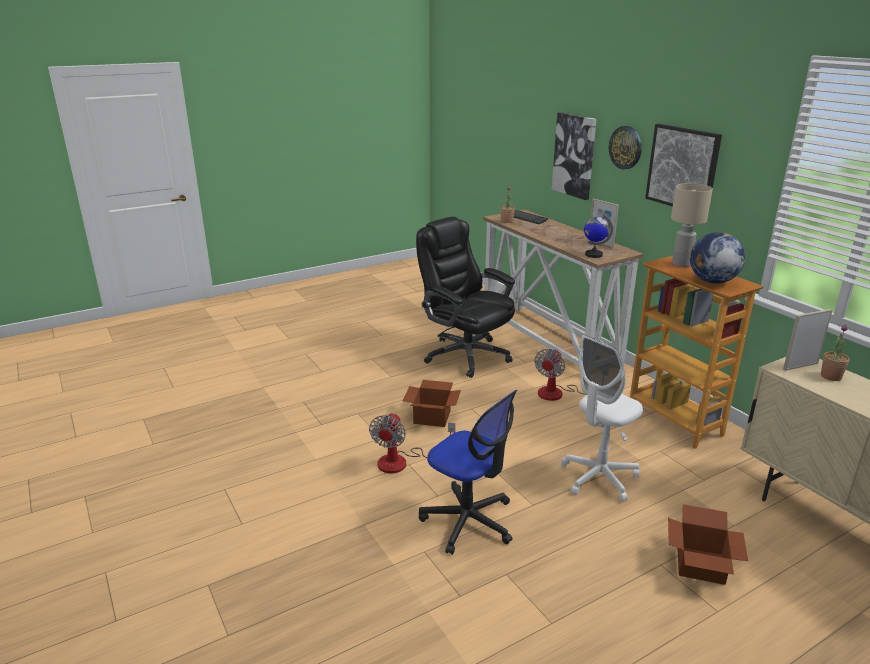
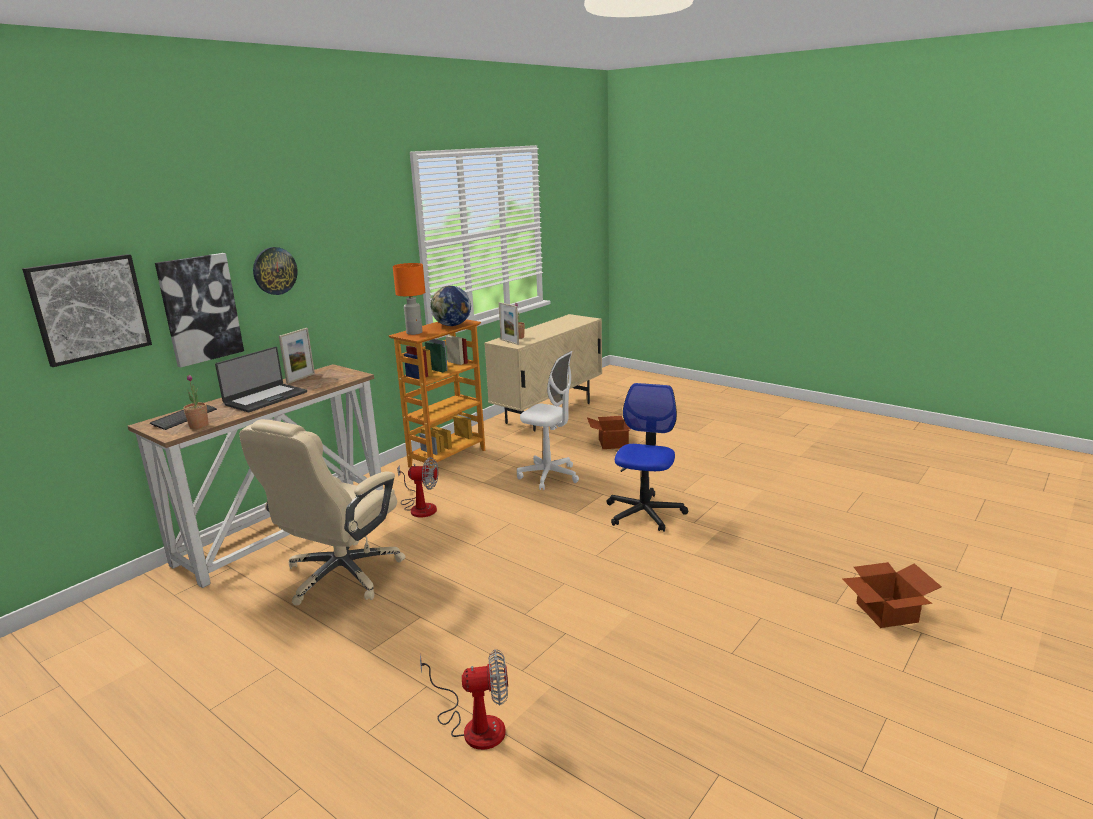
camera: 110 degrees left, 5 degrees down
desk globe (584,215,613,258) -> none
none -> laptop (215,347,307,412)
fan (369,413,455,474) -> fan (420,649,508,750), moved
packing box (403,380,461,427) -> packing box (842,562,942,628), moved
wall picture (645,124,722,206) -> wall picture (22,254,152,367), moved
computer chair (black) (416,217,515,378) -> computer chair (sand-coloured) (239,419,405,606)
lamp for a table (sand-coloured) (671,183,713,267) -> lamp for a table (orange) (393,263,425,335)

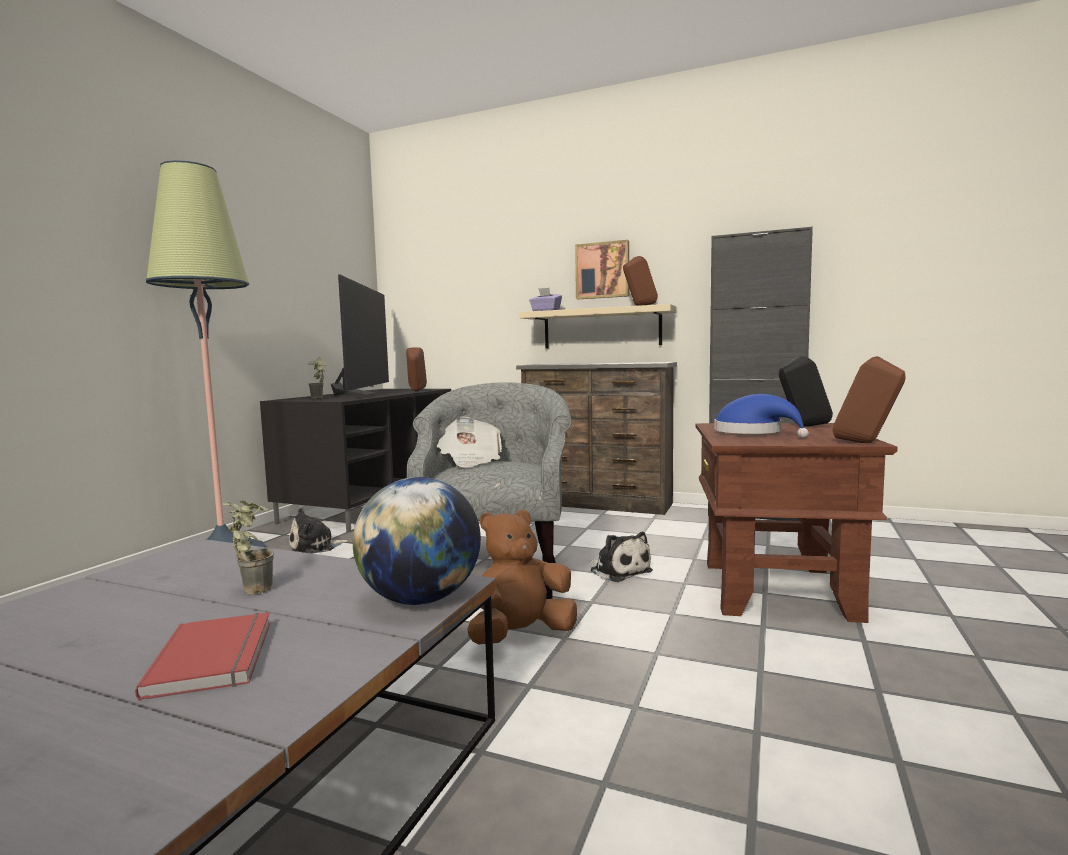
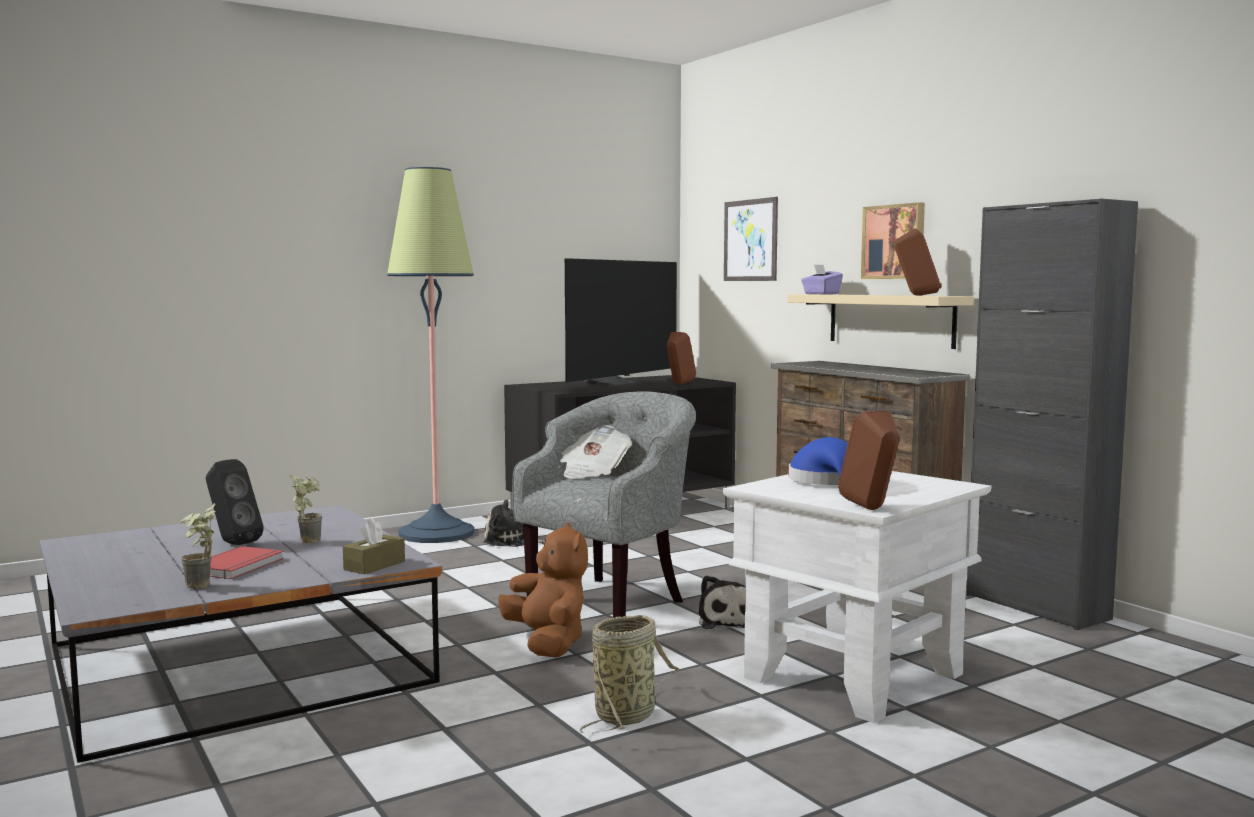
camera: 35 degrees right, 0 degrees up
none -> household basket (580,615,680,733)
none -> wall picture (724,197,778,281)
houseplant (308,357,326,399) -> houseplant (181,503,216,589), moved
audio speaker (black) (779,356,833,427) -> audio speaker (black) (206,459,264,545), moved
desk globe (353,477,481,605) -> box of tissues (brown-coloured) (343,518,405,574)
side table (brown-coloured) (695,423,898,623) -> side table (white-coloured) (723,471,991,724)
cuddly toy (brown-coloured) (468,510,577,644) -> cuddly toy (brown-coloured) (498,522,588,658), 60 degrees clockwise

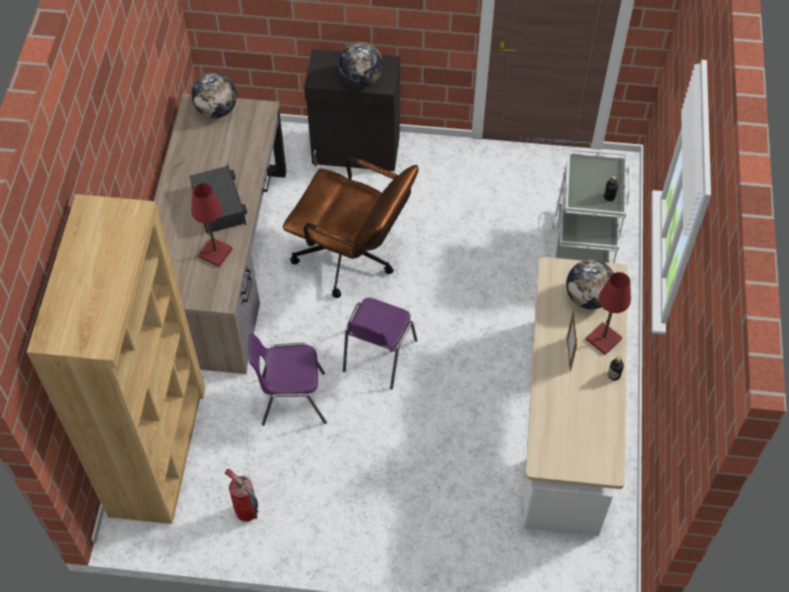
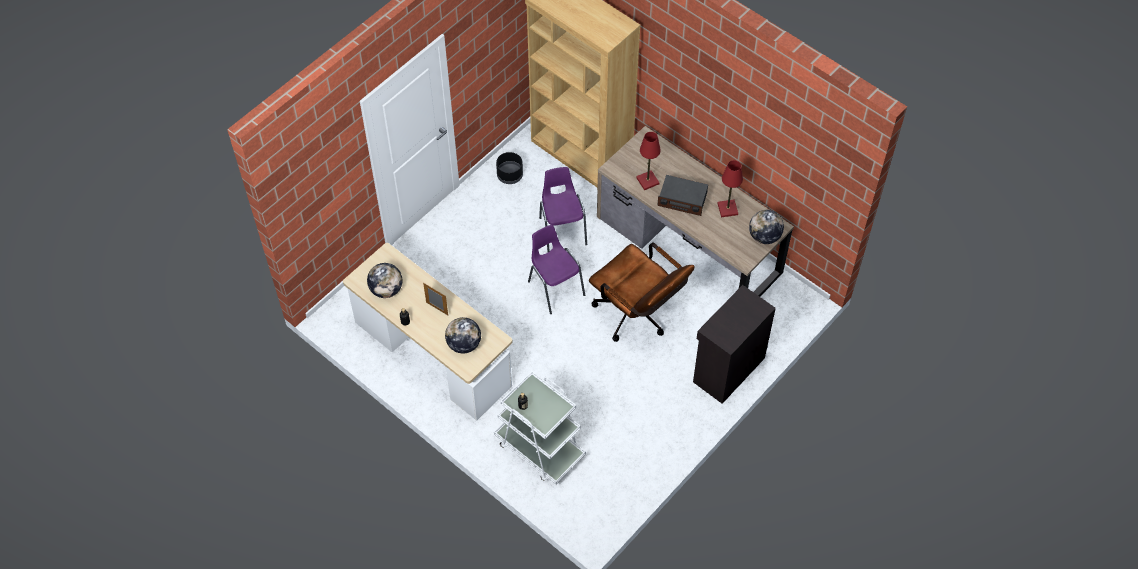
camera: 125 degrees right, 0 degrees up
desk globe (338,42,383,88) -> desk globe (367,263,403,298), moved
lamp for a table (red-coloured) (586,272,631,355) -> lamp for a table (red-coloured) (718,160,743,217), moved
fire-fighting cylinder (224,469,258,522) -> planter (black) (496,152,523,184)
chair (purple-coloured) (248,333,327,426) -> chair (purple-coloured) (539,167,587,252), 45 degrees counterclockwise
computer chair (brown-coloured) (283,156,418,298) -> computer chair (brown-coloured) (589,242,695,342), 105 degrees counterclockwise

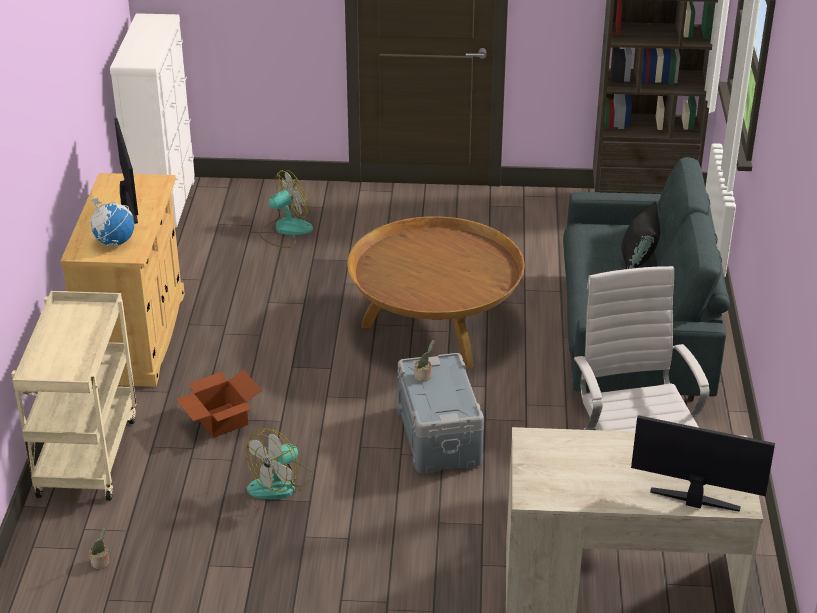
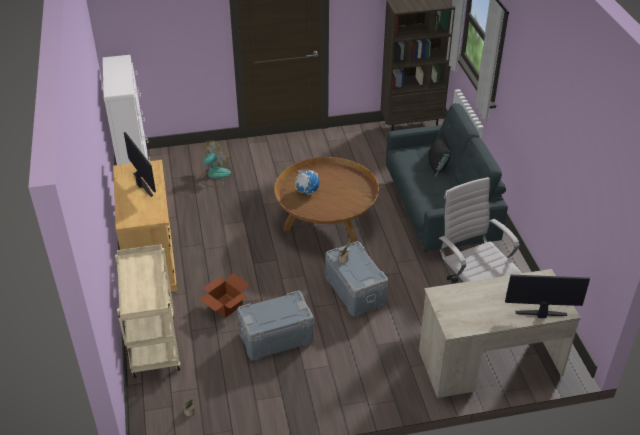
camera: 15 degrees left, 5 degrees up
desk globe (89,198,134,247) -> desk globe (295,170,320,195), moved
fan (246,428,312,499) -> storage container (grey) (237,291,314,360)

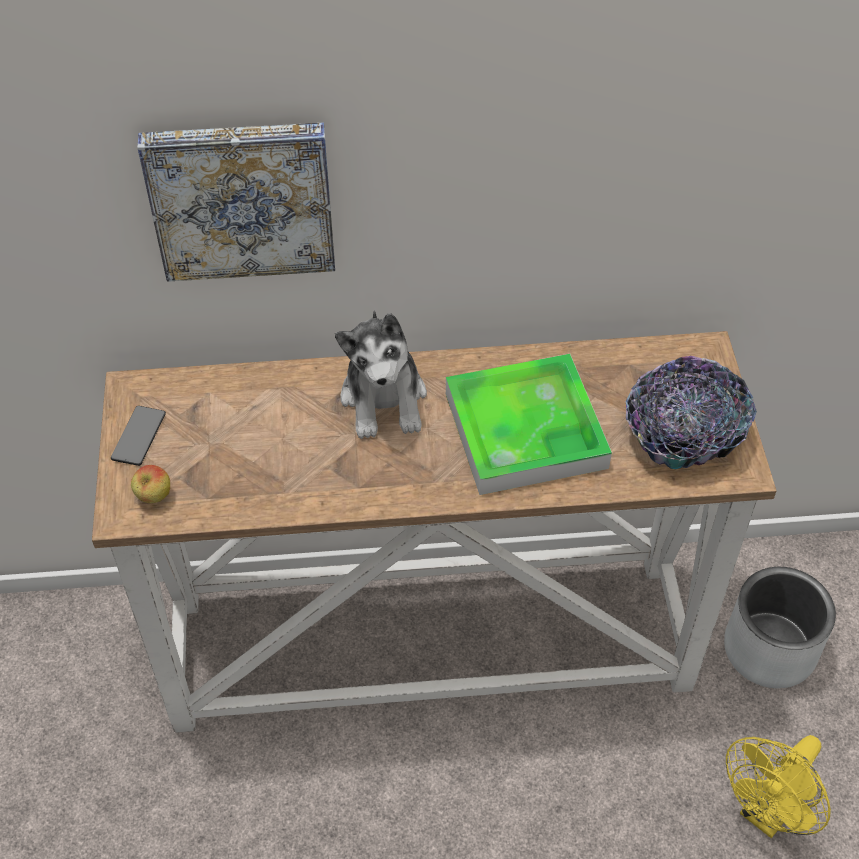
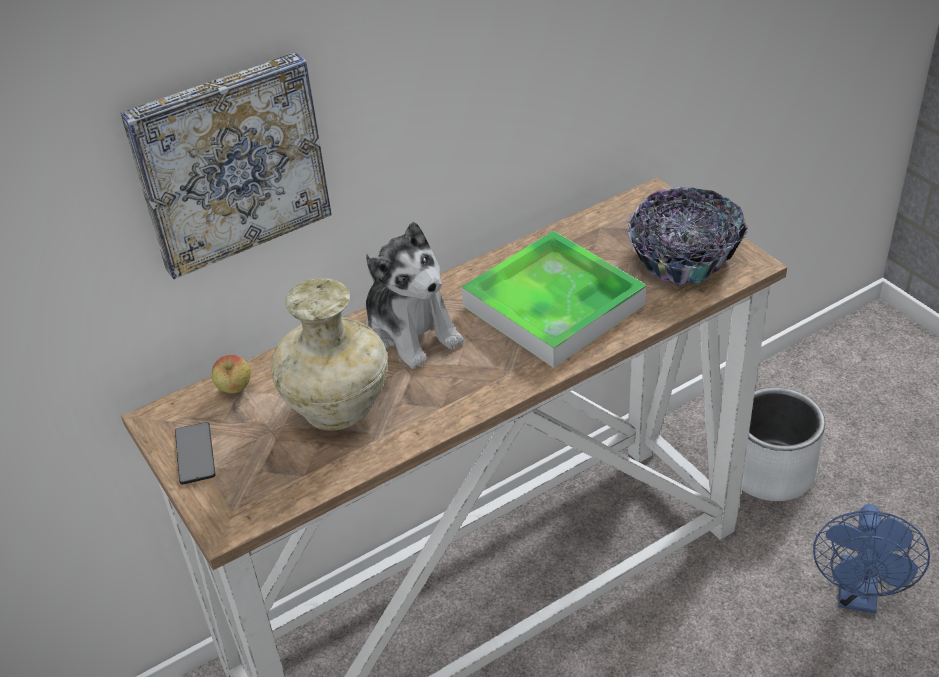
camera: 25 degrees left, 10 degrees down
none -> decorative vase (sand-coloured) (271,278,388,431)
apple (131,465,170,503) -> apple (212,355,250,393), moved
fan (yellow-coloured) (726,735,831,838) -> fan (blue) (813,504,930,614)

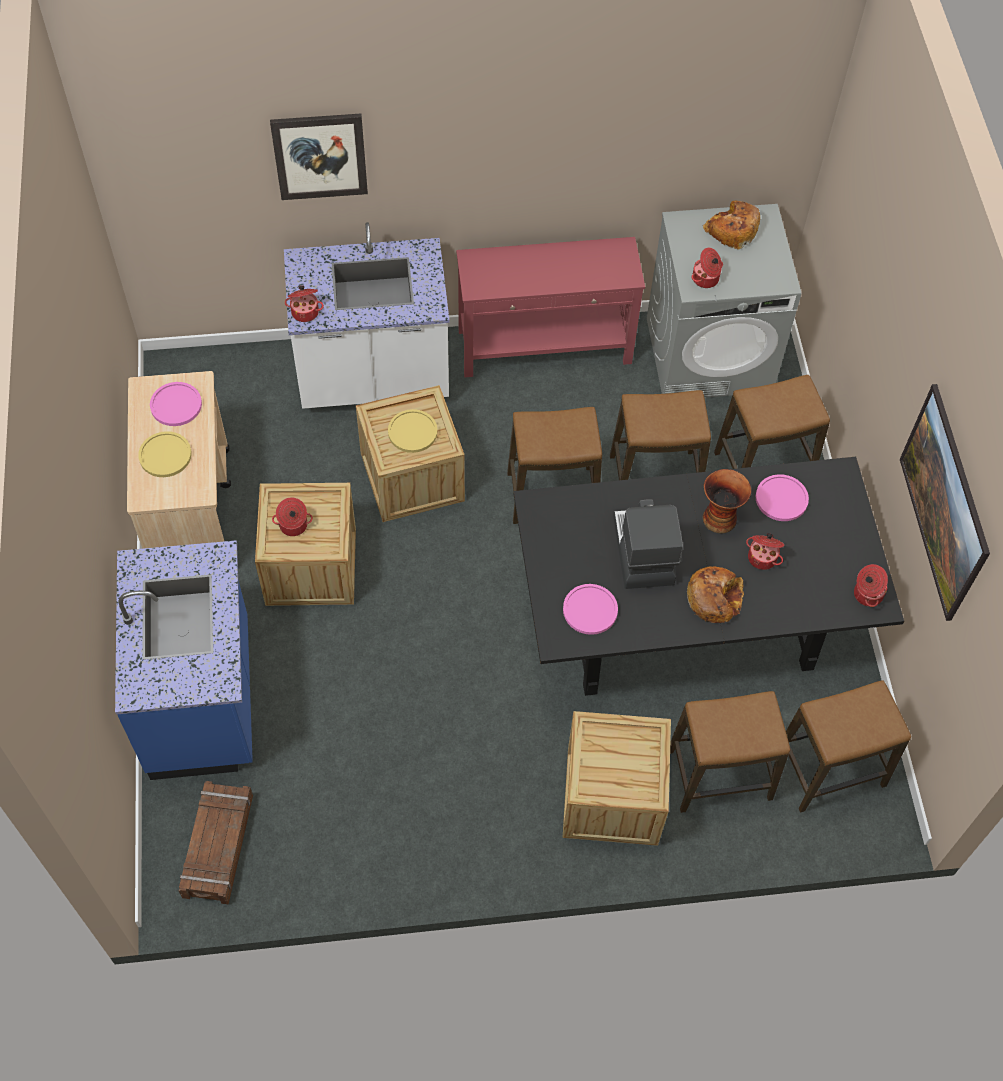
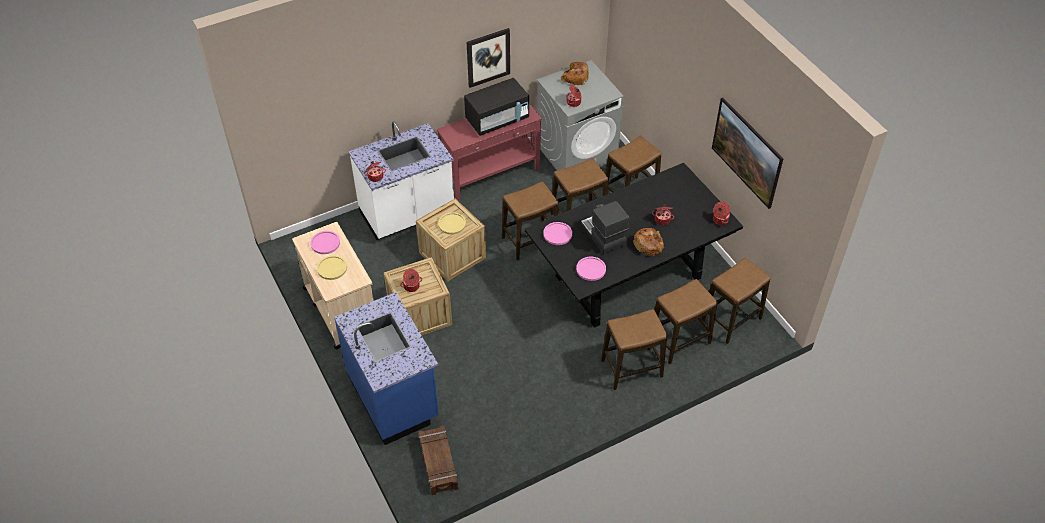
camera: 20 degrees left, 10 degrees down
decorative vase (703,469,751,534) -> none
none -> microwave oven (black) (464,78,529,136)
wall picture (270,114,368,200) -> wall picture (467,28,510,88), moved
dinner plate (pink) (756,474,809,521) -> dinner plate (pink) (543,222,572,245), moved
shipping crate (562,711,671,846) -> sitting stool (601,309,667,390)

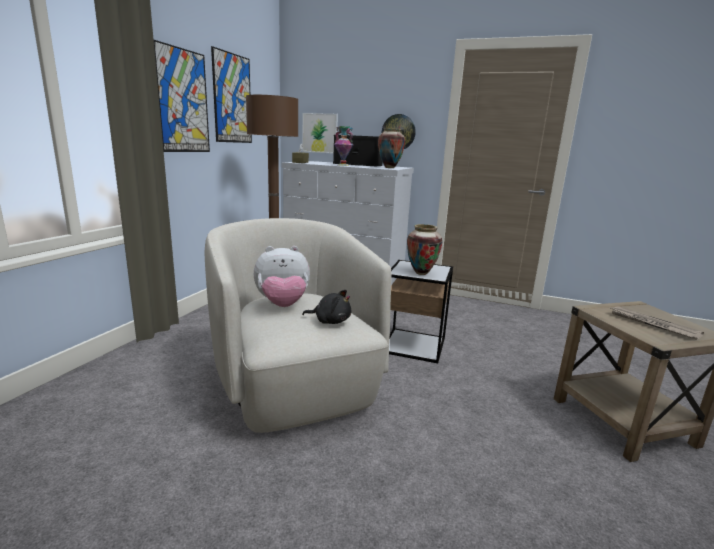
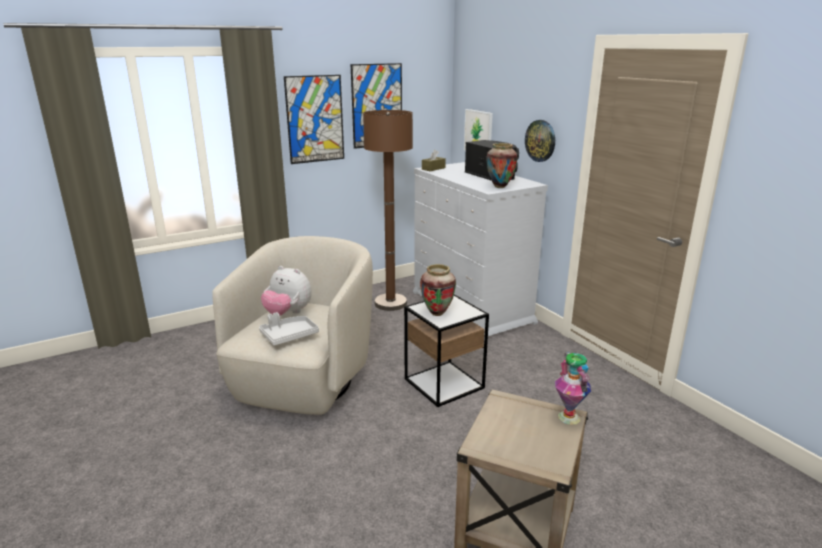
camera: 40 degrees right, 5 degrees up
printed paper (609,306,704,340) -> none
decorative vase (334,126,353,166) -> decorative vase (555,353,591,425), moved
cuddly toy (black) (302,290,351,324) -> carrying tray (grey) (259,312,319,346)

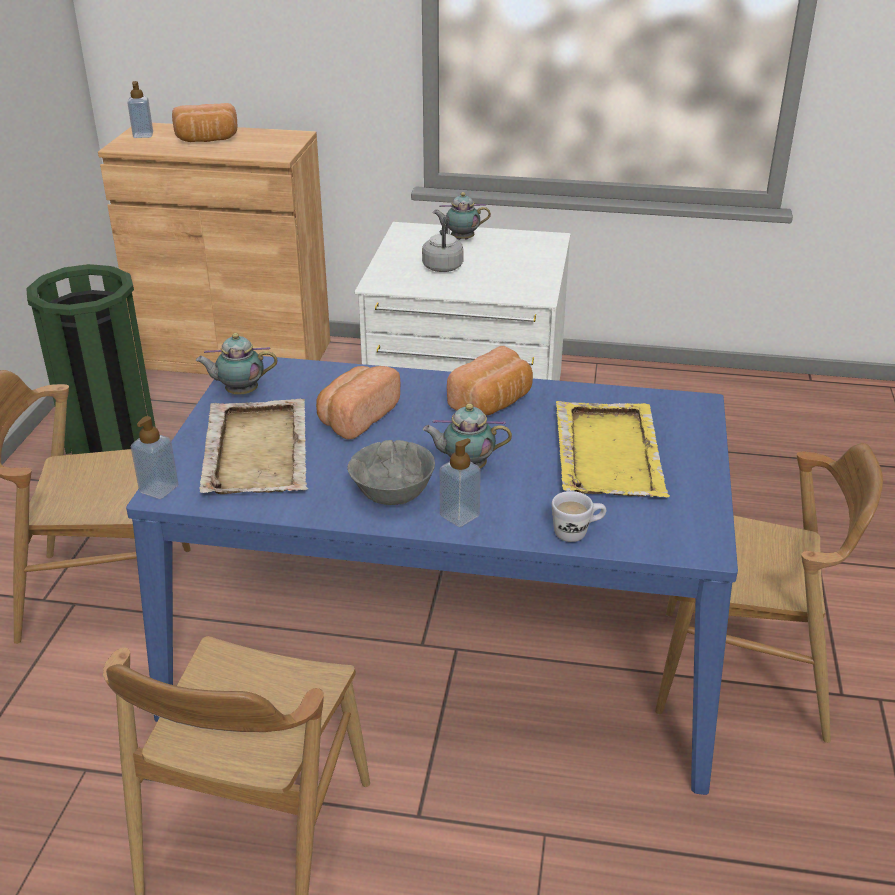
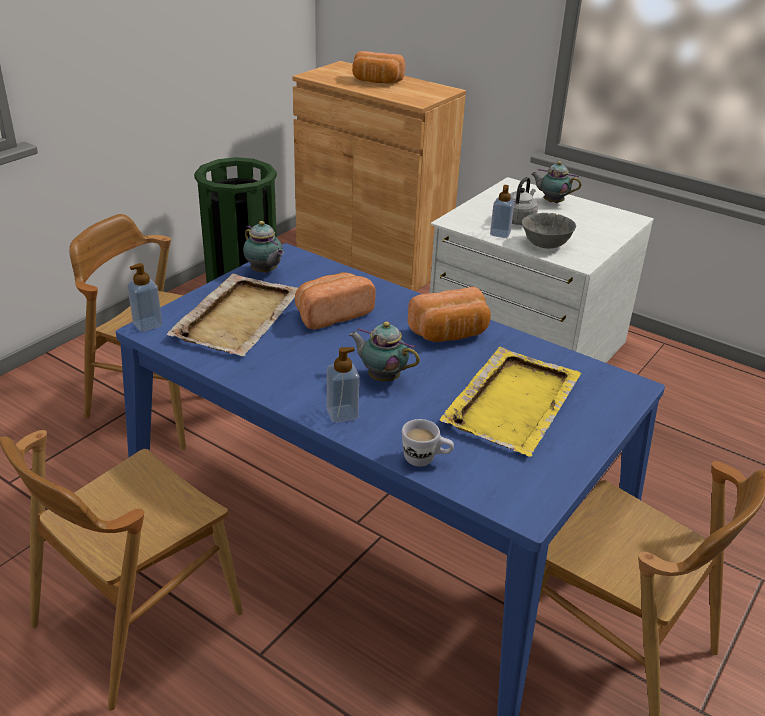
camera: 25 degrees right, 0 degrees up
soap dispenser (127,81,153,138) -> soap dispenser (490,185,514,238), moved
bowl (grey) (347,440,435,505) -> bowl (grey) (522,213,576,249), moved
pot for tea (196,333,277,394) -> pot for tea (243,221,284,273), 150 degrees counterclockwise

